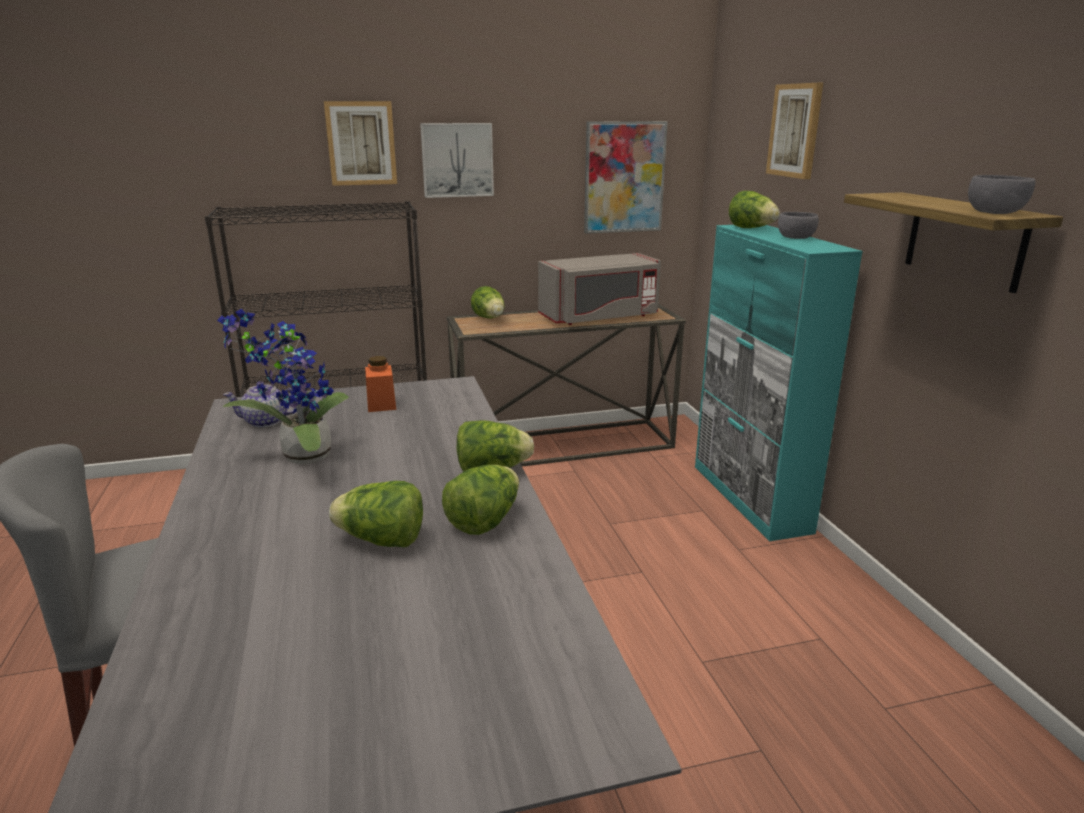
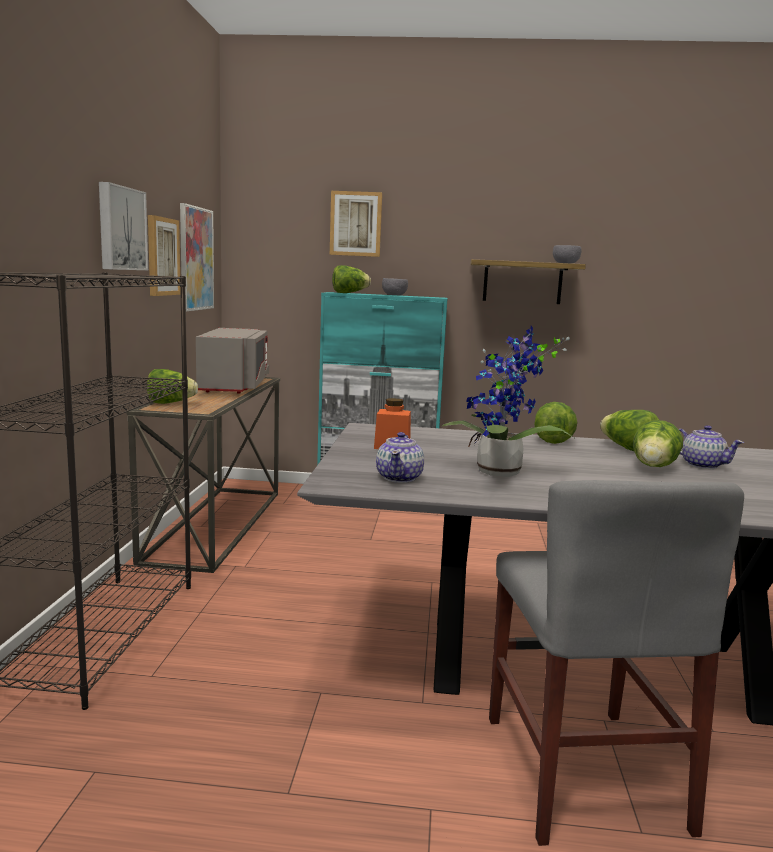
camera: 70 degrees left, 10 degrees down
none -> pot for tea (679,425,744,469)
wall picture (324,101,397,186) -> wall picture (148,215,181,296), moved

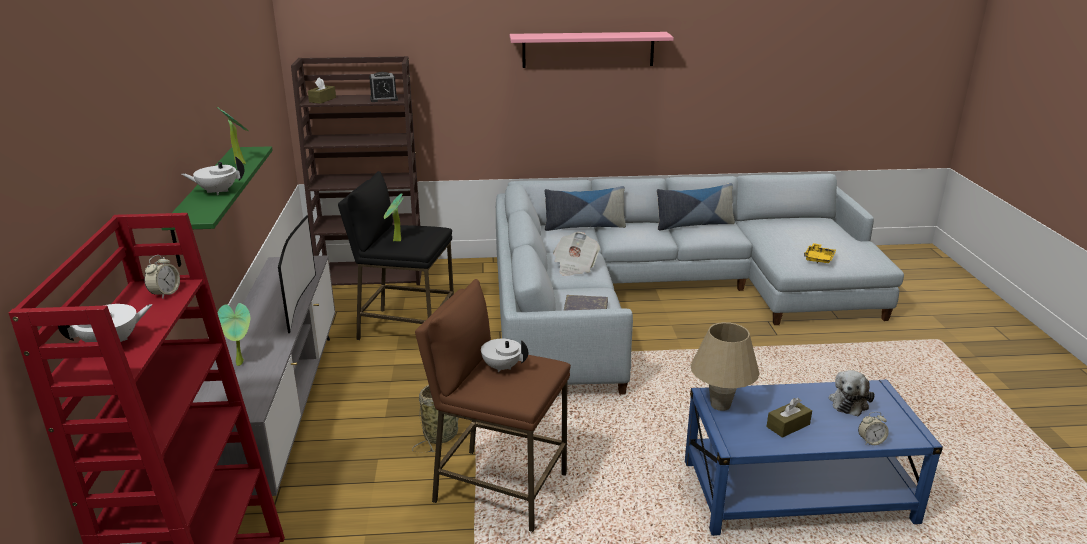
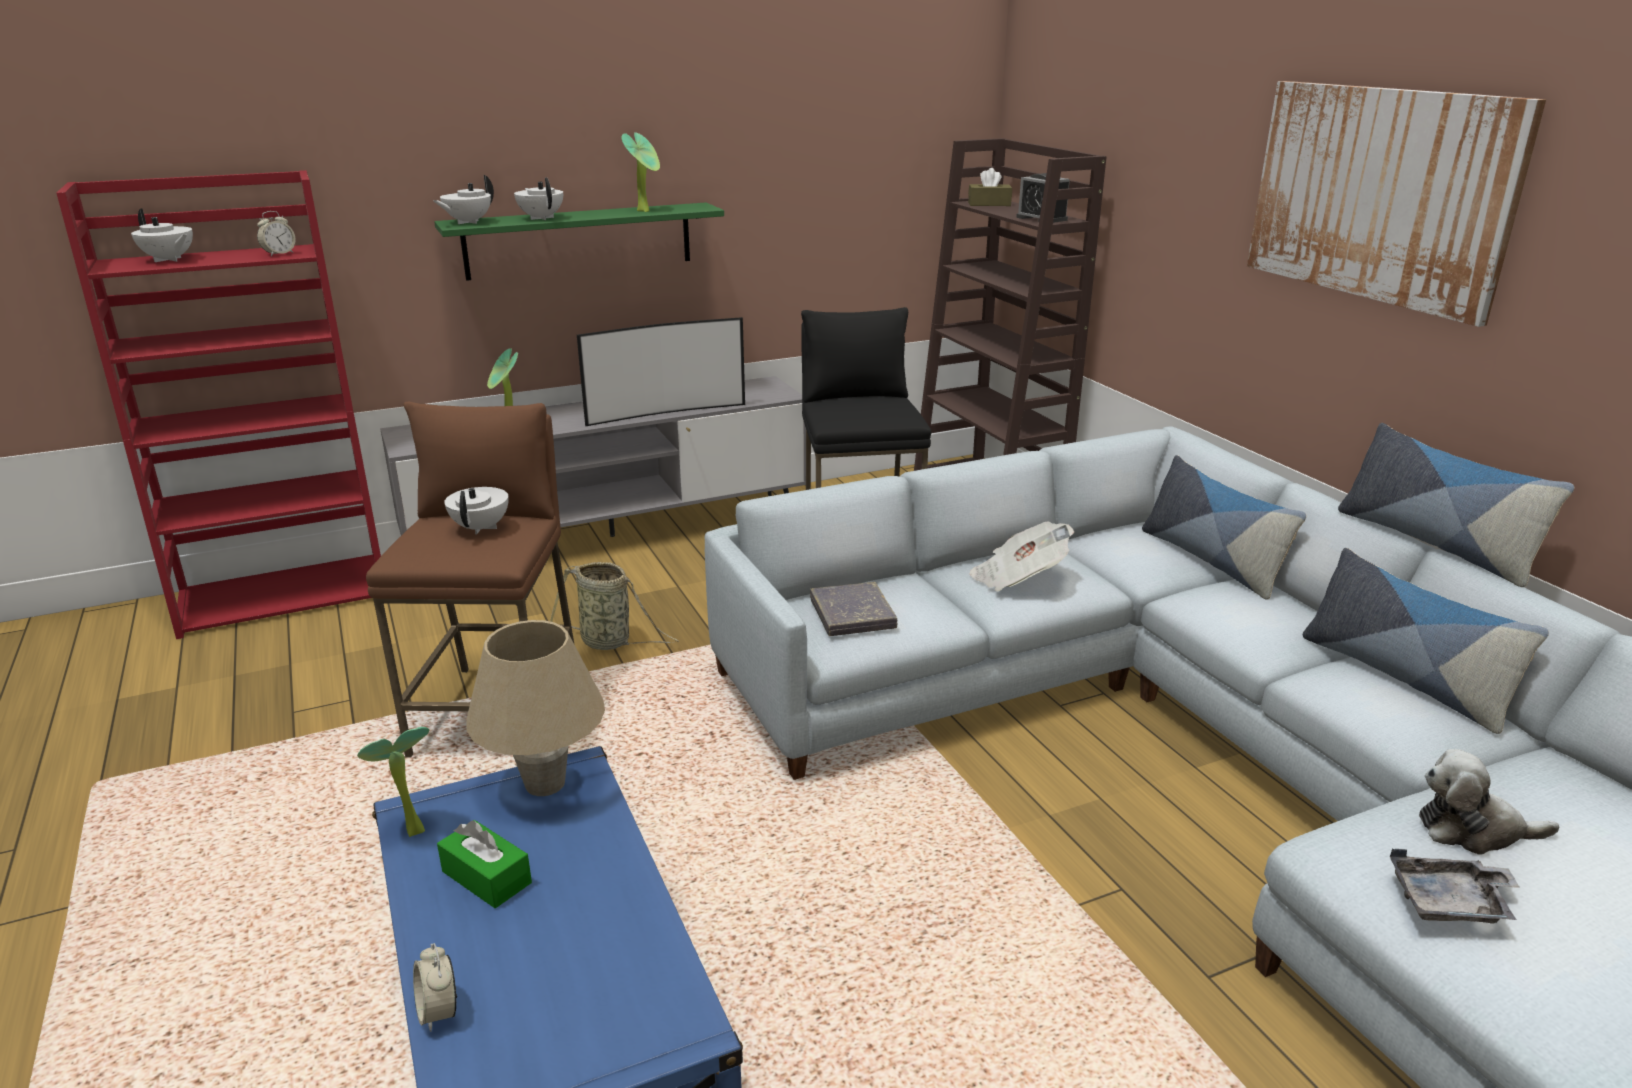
camera: 70 degrees right, 0 degrees up
none -> pot for tea (white-coloured) (434,175,494,224)
none -> cushion (1338,423,1574,587)
houseplant (384,193,403,242) -> houseplant (357,727,429,837), moved
cuddly toy (829,370,875,416) -> cuddly toy (1419,749,1559,855), moved
bracket shelf (pink) (510,32,674,68) -> wall picture (1247,81,1546,327)
box of tissues (brown-coloured) (766,398,812,438) -> box of tissues (green-coloured) (437,820,532,908)
carrying tray (yellow-coloured) (804,243,836,263) -> carrying tray (grey) (1390,849,1520,924)
alarm clock (144,255,180,299) -> alarm clock (257,211,296,256), 45 degrees counterclockwise

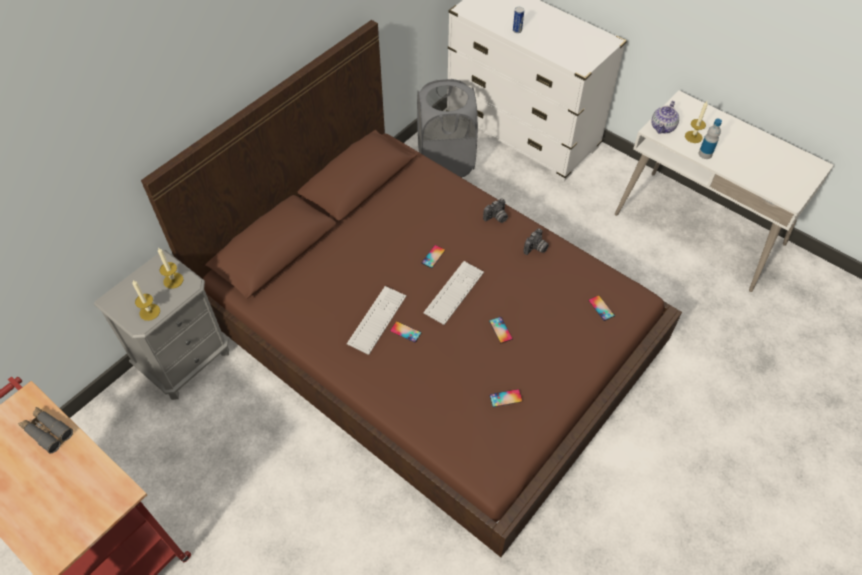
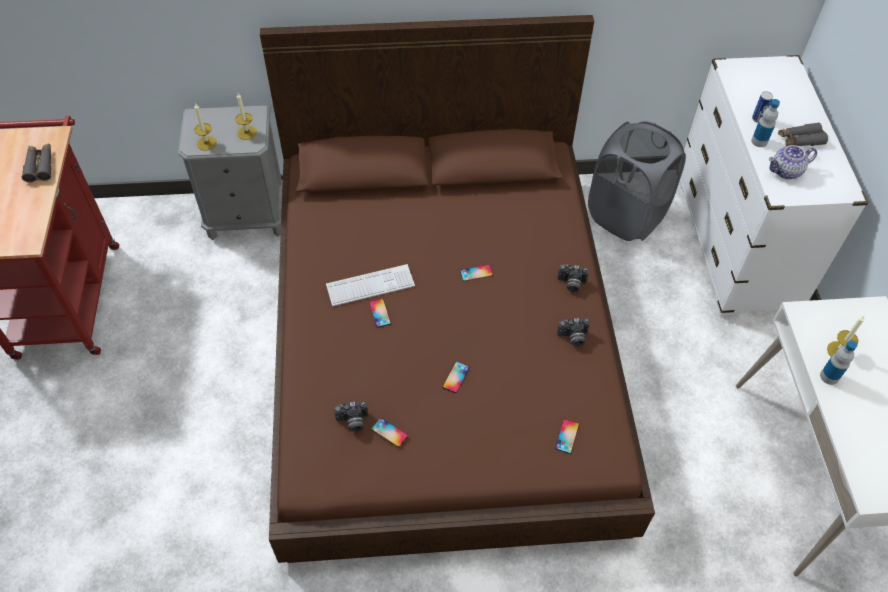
camera: 45 degrees right, 0 degrees up
computer keyboard (423,261,484,325) -> none
none -> still camera (334,401,369,432)
none -> drink bottle (751,99,780,147)
none -> pair of binoculars (grey) (778,122,828,146)
pot for tea (651,101,679,133) -> pot for tea (769,145,817,179), moved

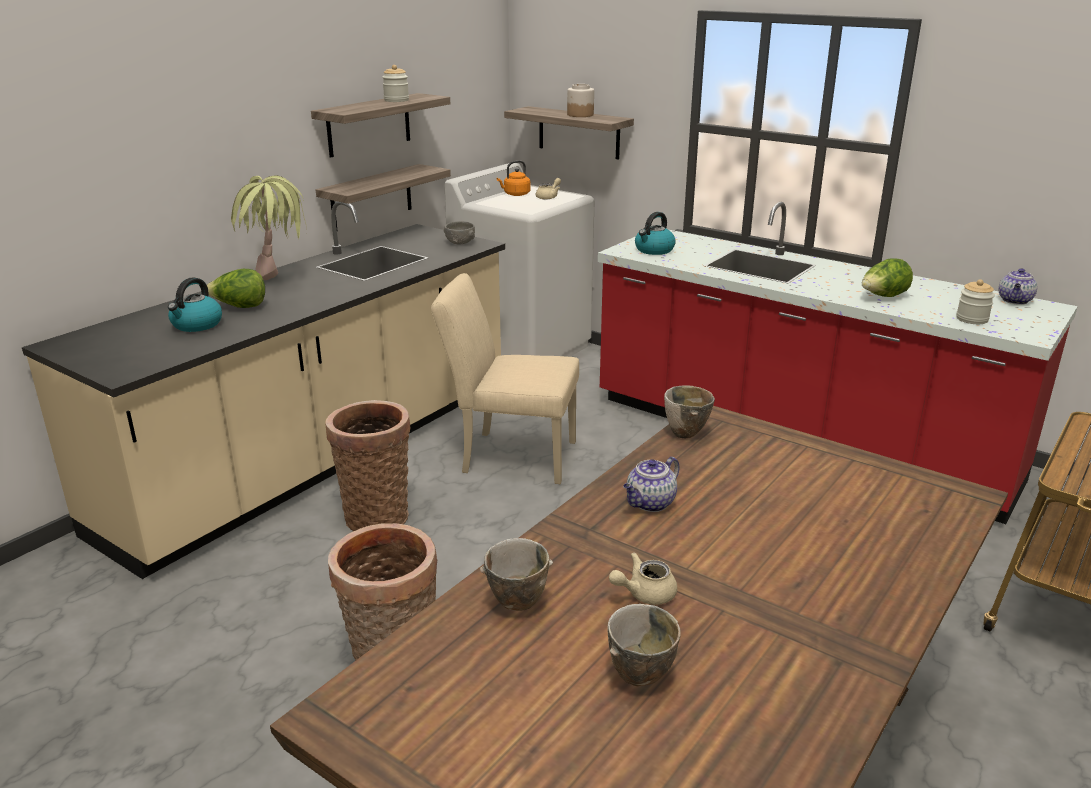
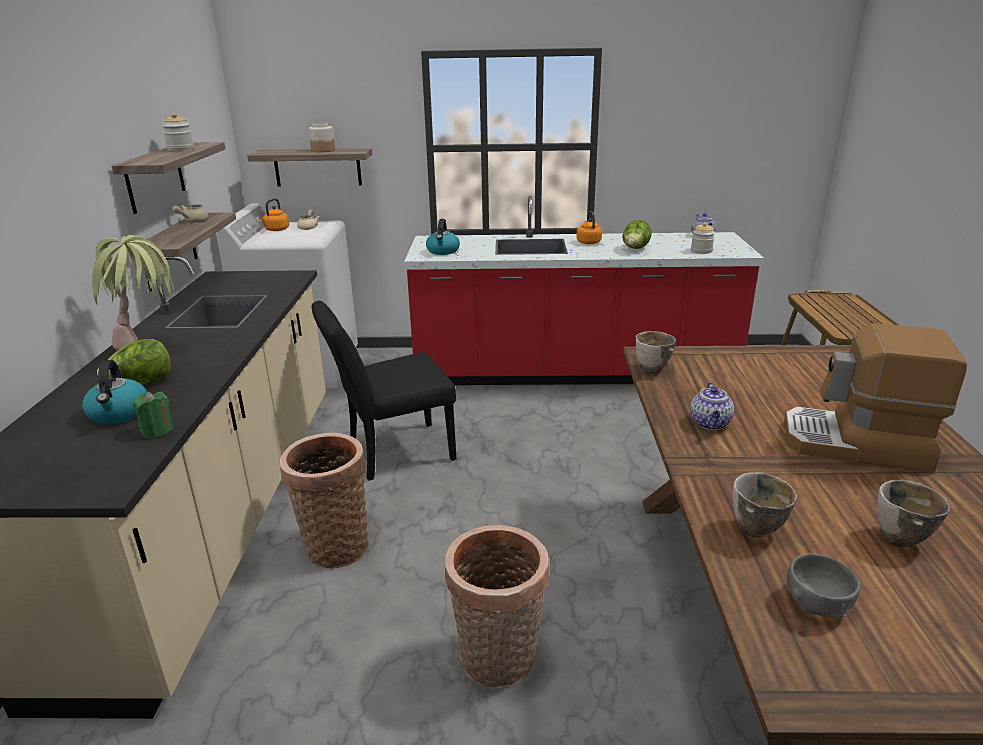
camera: 35 degrees left, 0 degrees up
none -> candle (green-coloured) (133,391,173,438)
none -> water kettle (orange) (576,211,602,244)
none -> coffee brewer (784,323,967,473)
bowl (grey) (444,221,475,244) -> bowl (grey) (786,554,861,619), moved
pot for tea (sand-coloured) (609,552,677,605) -> pot for tea (sand-coloured) (172,205,209,222), moved
chair (sand-coloured) (431,273,579,484) -> chair (black) (311,301,457,481)

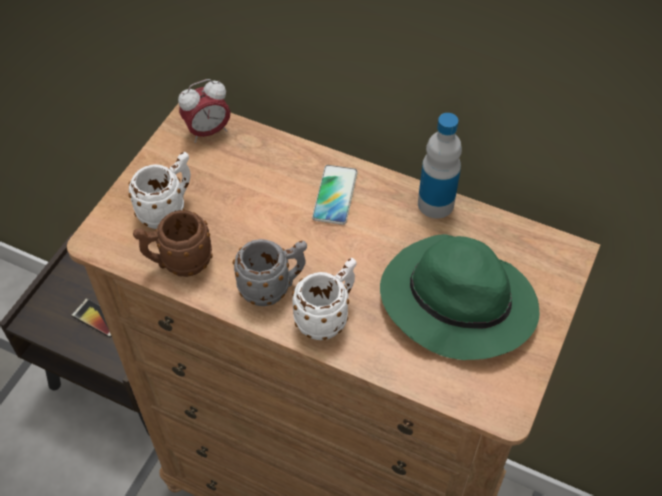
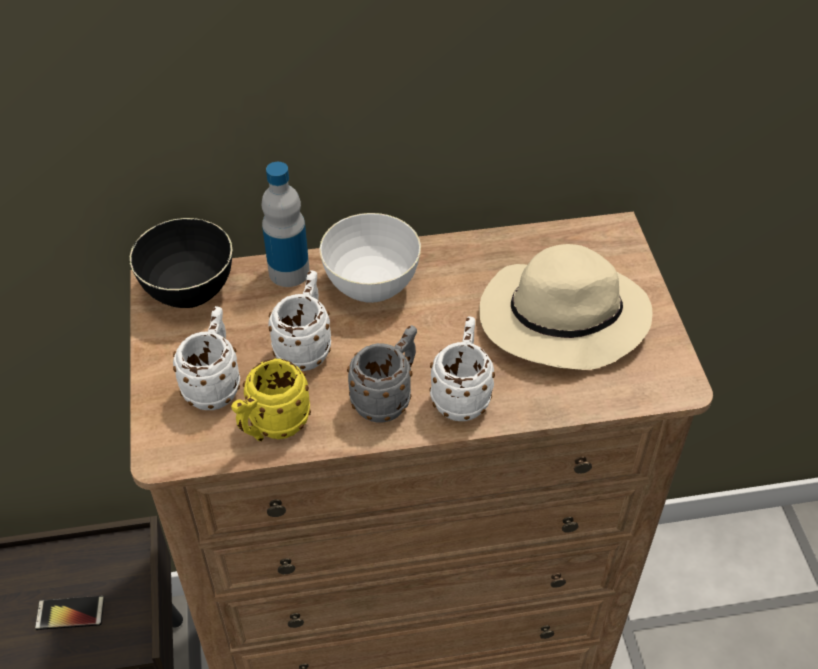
camera: 35 degrees left, 5 degrees down
none -> coffee mug (white-coloured) (269,270,331,371)
drink bottle (418,113,462,219) -> drink bottle (262,162,310,287), moved
alarm clock (178,79,231,143) -> bowl (black) (130,218,232,308)
telephone (312,165,358,225) -> bowl (white-coloured) (319,213,421,303)
coffee mug (brown-coloured) (133,210,213,277) -> coffee mug (yellow-coloured) (231,359,311,441)
wearable hat (green-coloured) (380,234,540,360) -> wearable hat (sand-coloured) (479,244,653,370)

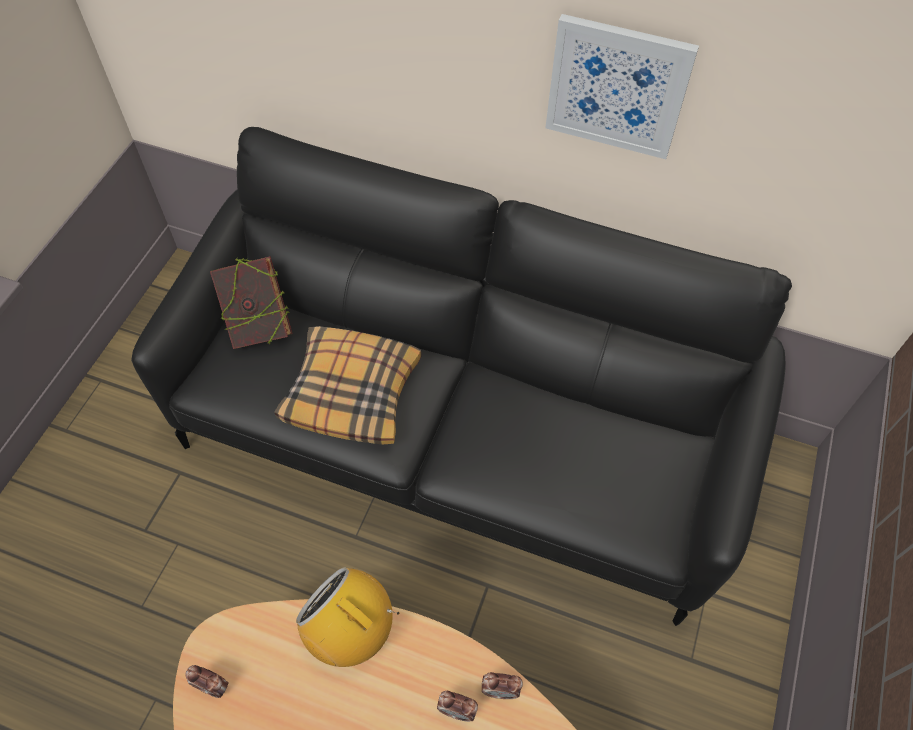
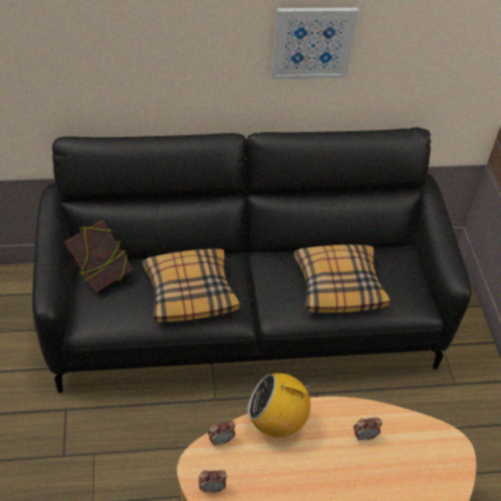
camera: 30 degrees left, 10 degrees down
none -> cushion (294,245,390,313)
alarm clock (482,672,523,699) -> alarm clock (208,420,235,446), moved

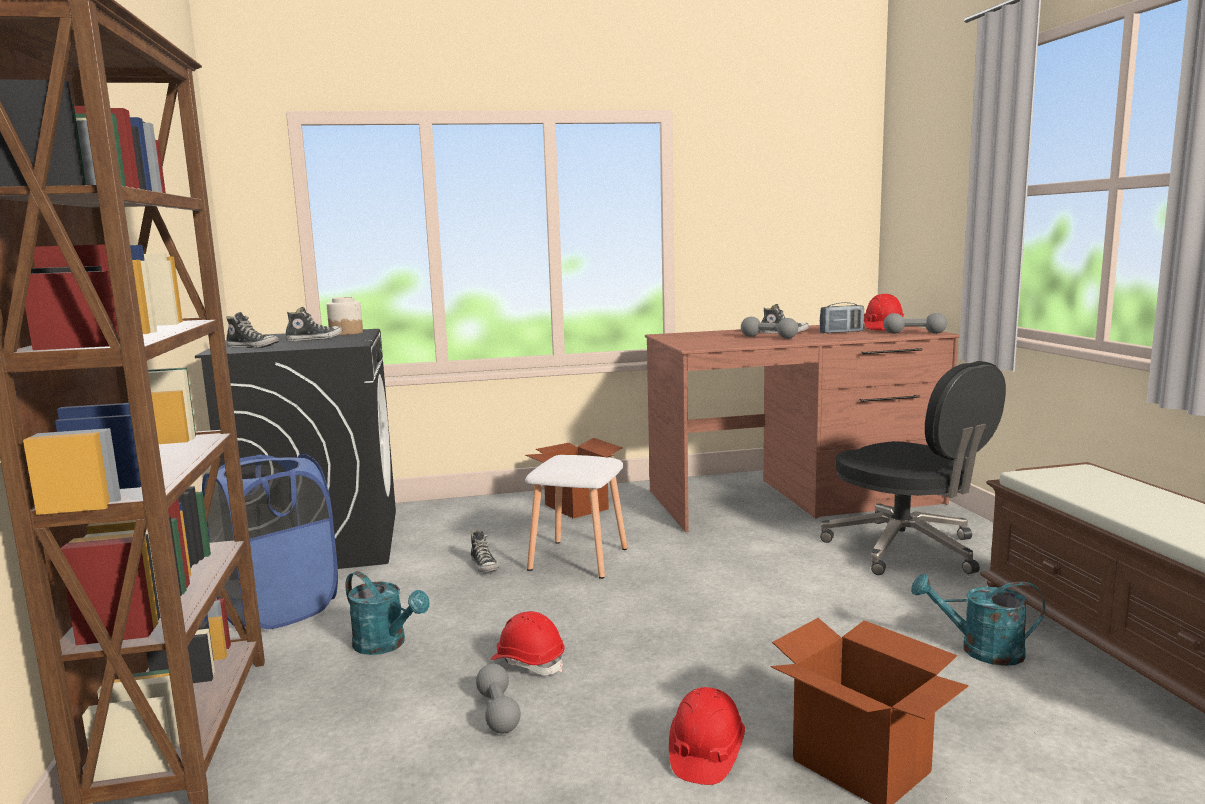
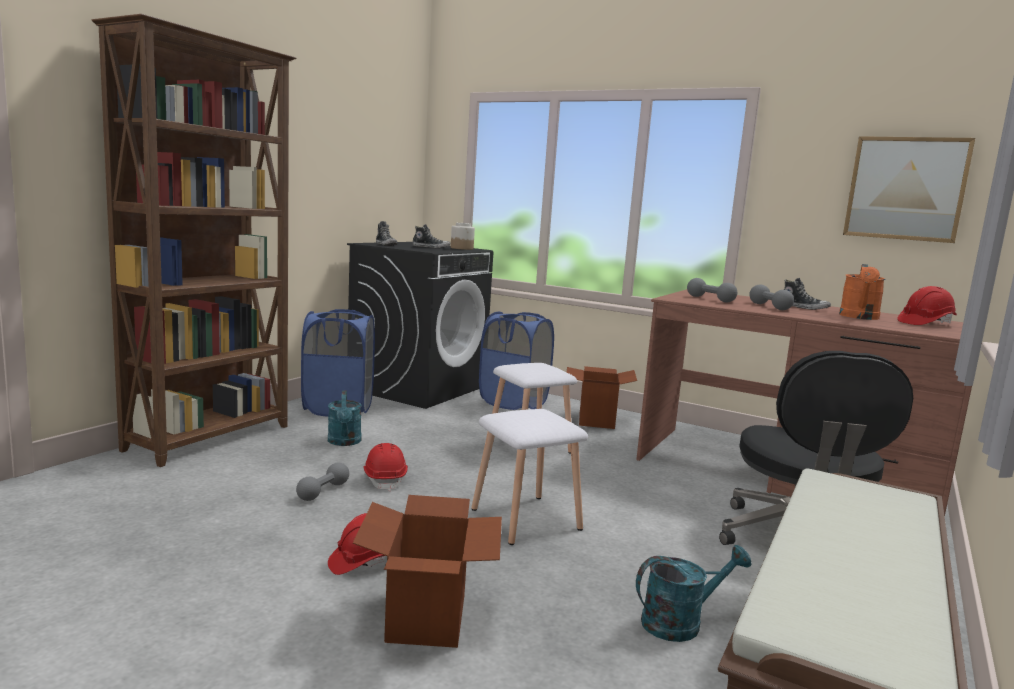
camera: 40 degrees right, 0 degrees up
item of footwear (471,529,499,572) -> none
none -> sitting stool (white-coloured) (471,409,588,545)
none -> laundry basket (blue) (479,312,554,410)
none -> wall picture (843,136,975,243)
dumbbell (grey) (883,313,947,334) -> dumbbell (grey) (687,278,737,303), moved
radio receiver (820,302,864,334) -> sprinkling can (orange) (839,264,886,320)
sprinkling can (turquoise-coloured) (911,574,1045,666) -> sprinkling can (turquoise-coloured) (636,545,752,642), 105 degrees clockwise

